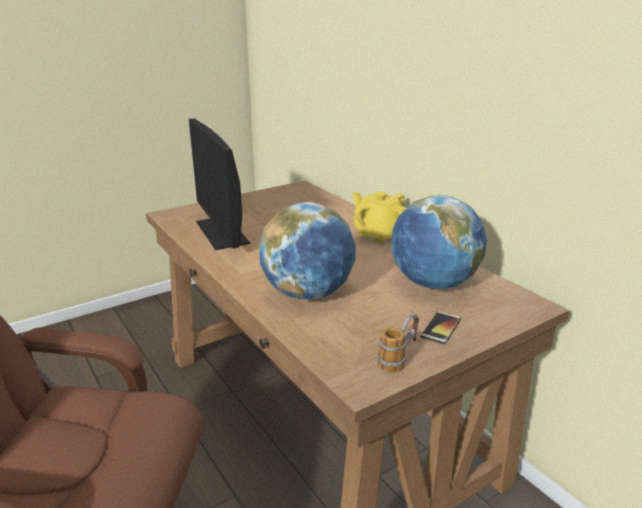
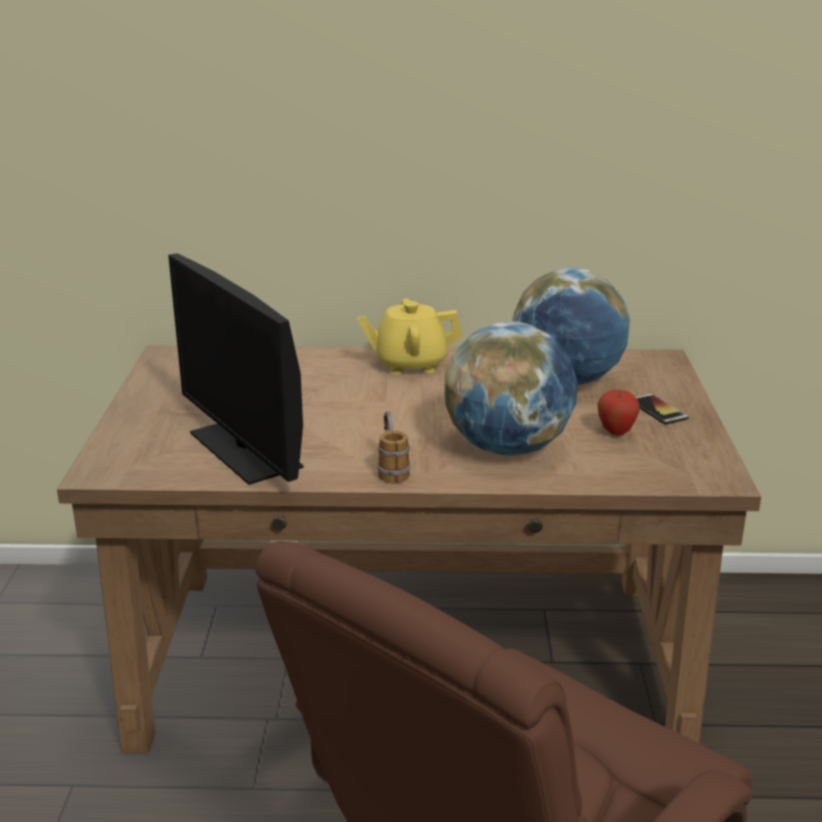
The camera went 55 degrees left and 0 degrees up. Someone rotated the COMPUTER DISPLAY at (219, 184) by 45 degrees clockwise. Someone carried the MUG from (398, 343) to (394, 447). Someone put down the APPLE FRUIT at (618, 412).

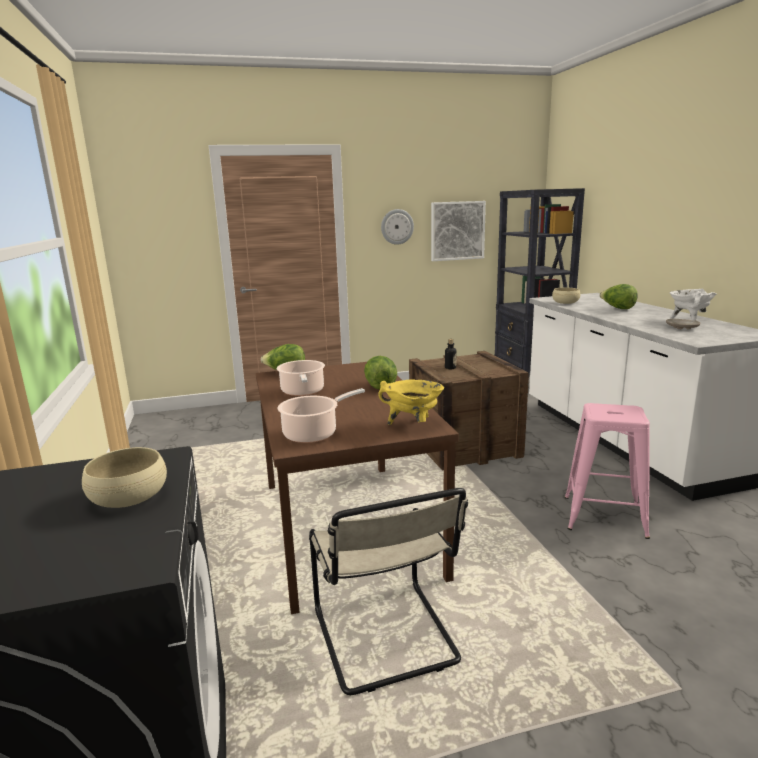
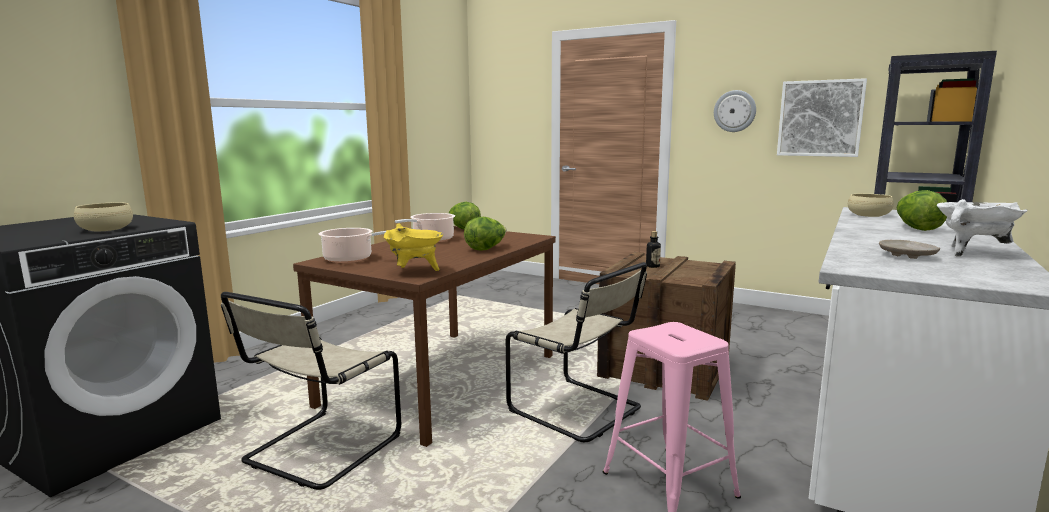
The camera went 45 degrees right and 5 degrees down. Someone put down the BEIGE-COLOURED CHAIR at (576, 352).

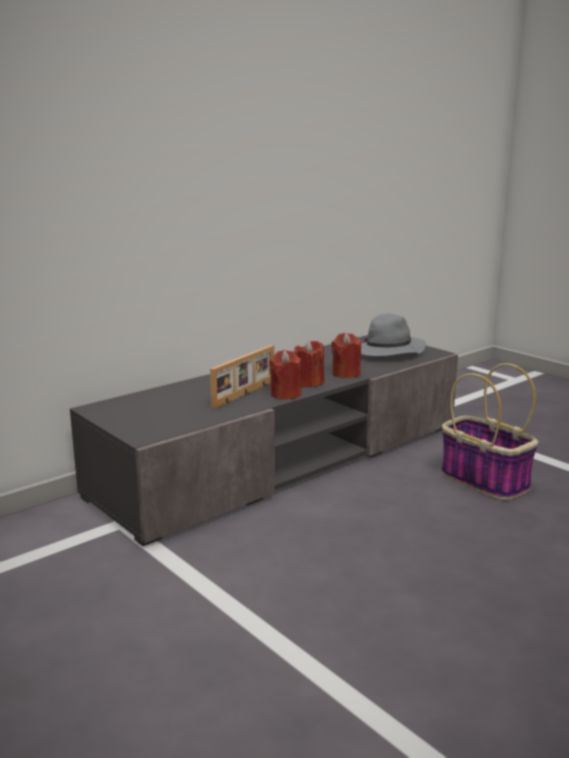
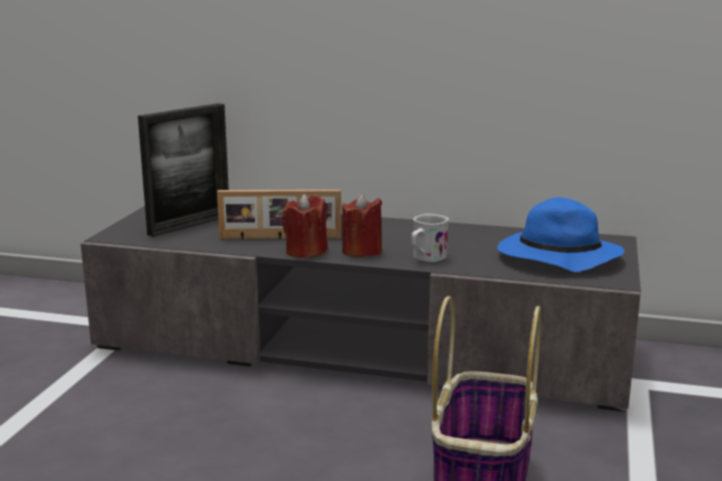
The camera went 55 degrees right and 0 degrees up. Someone put down the STANDING FRAME at (183, 170). Someone swapped the RED WAX CANDLE at (346, 355) for the WHITE MUG at (430, 238). Someone repainted the GREY HAT at (393, 334), which became the BLUE HAT at (560, 234).

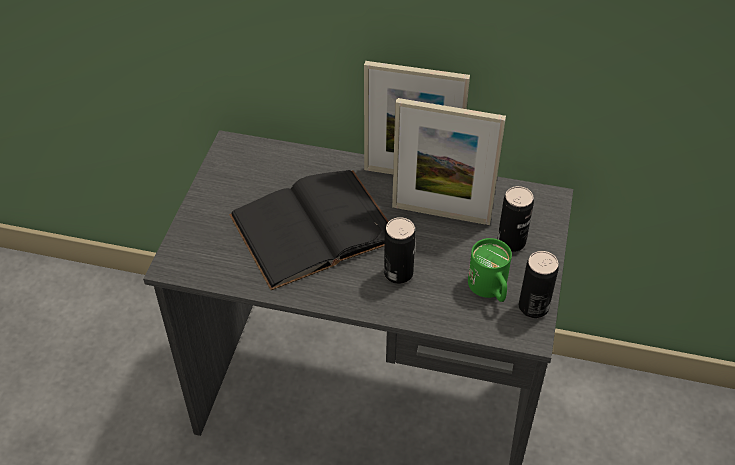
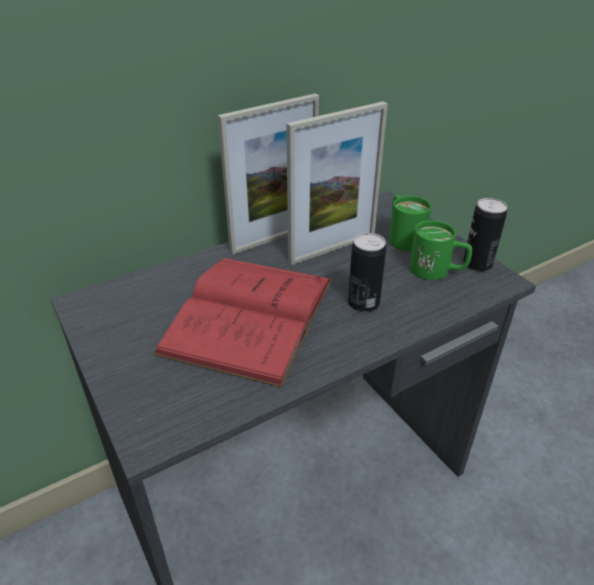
The camera went 45 degrees left and 10 degrees down. Someone repainted the BLACK-COLOURED BOOK at (309, 230), which became the RED BOOK at (242, 323). Someone swapped the CAN at (515, 219) for the GREEN-COLOURED MUG at (410, 223).

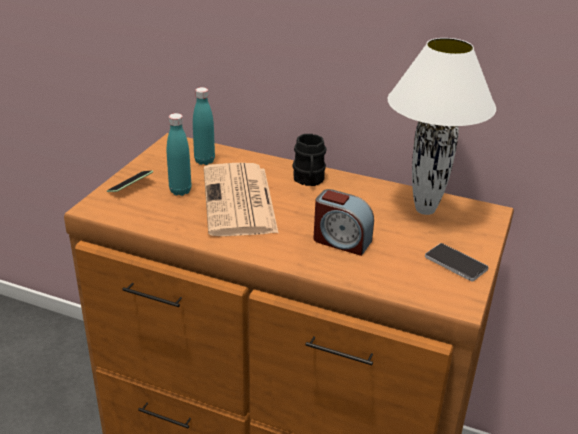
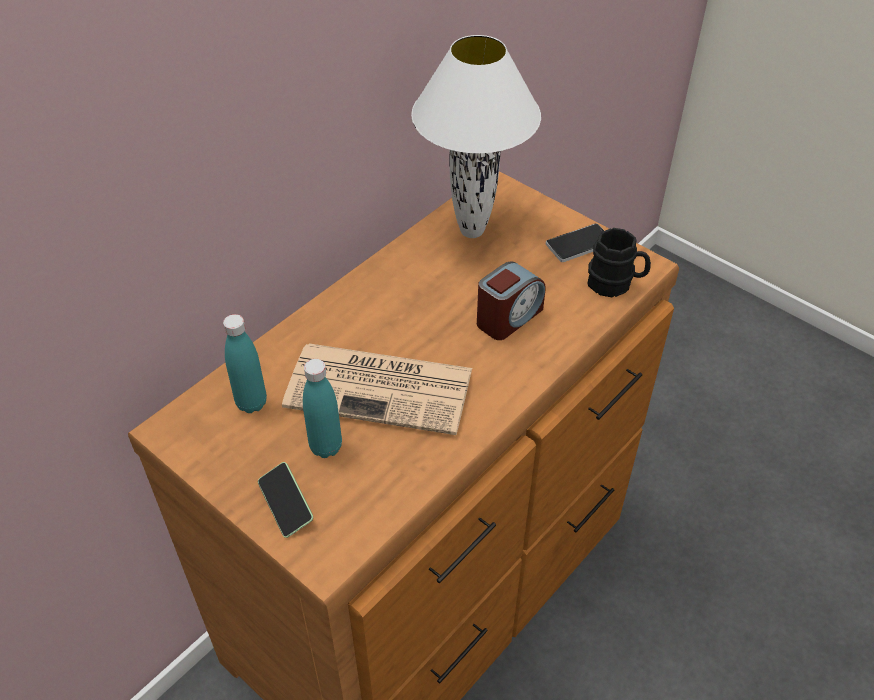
The camera went 70 degrees left and 15 degrees up. Someone carried the BLACK-COLOURED MUG from (309, 160) to (619, 262).

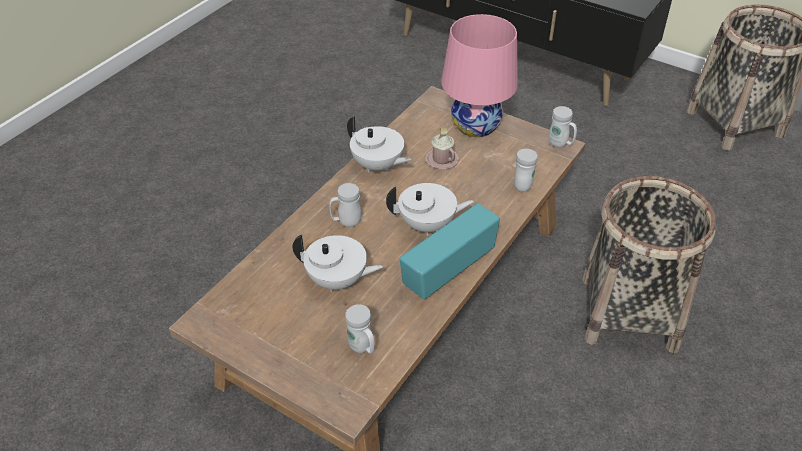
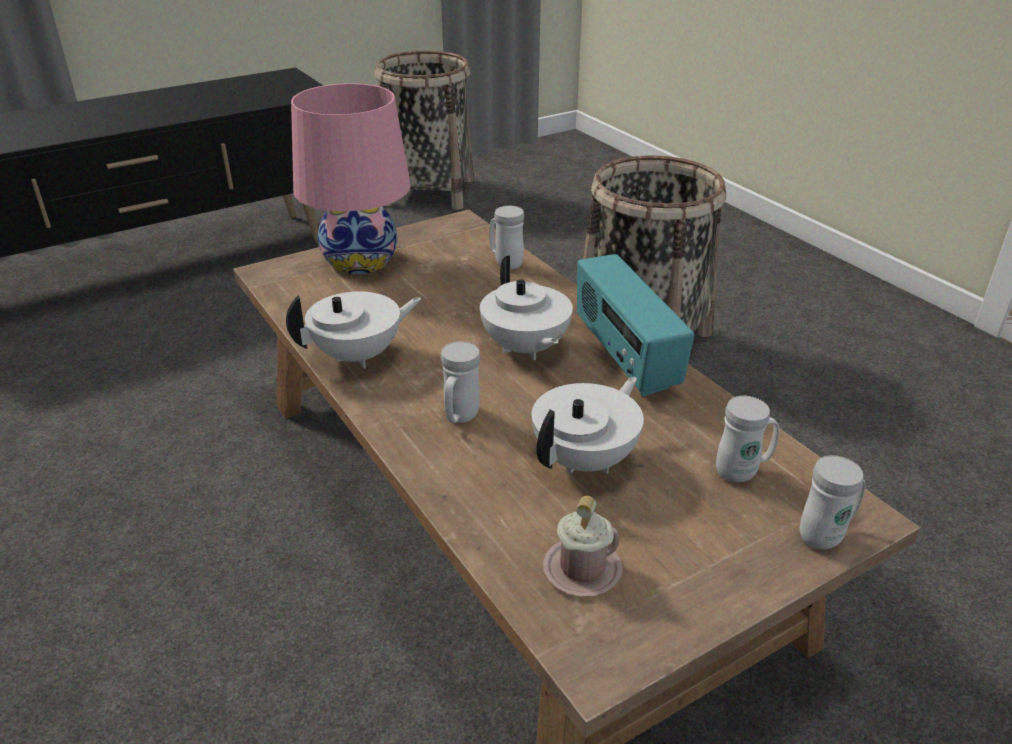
The camera went 65 degrees left and 10 degrees down. Someone rotated the WHITE TEA POT at (430, 209) by 135 degrees clockwise. Someone carried the PINK-COLOURED MUG from (442, 148) to (583, 546). Someone carried the WHITE MUG from (562, 126) to (833, 502).

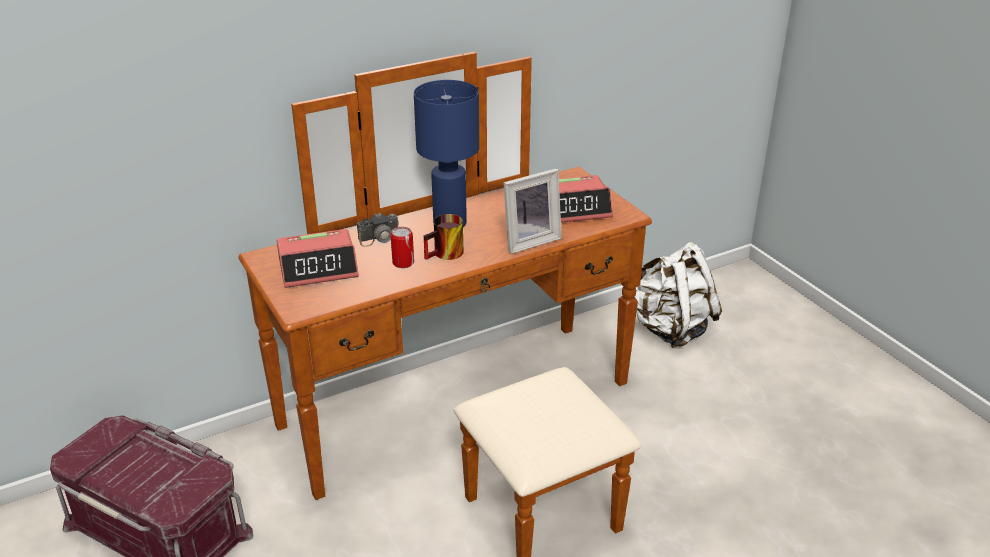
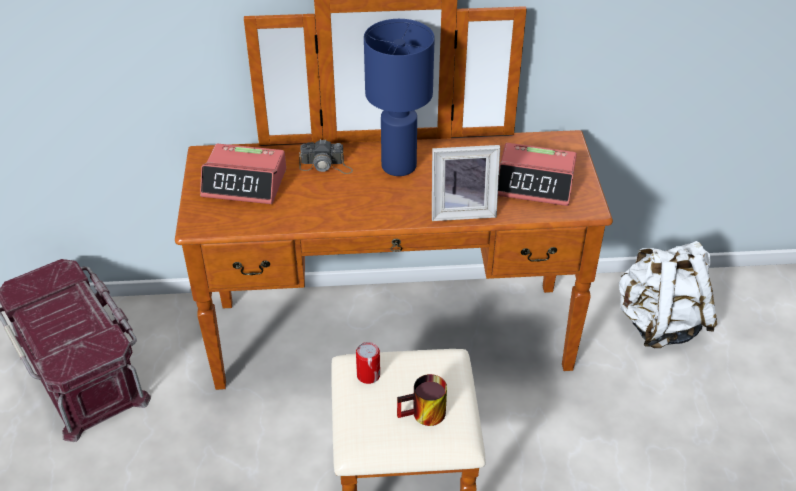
The camera went 25 degrees right and 10 degrees up. Someone carried the CAN from (402, 247) to (368, 363). Someone carried the MUG from (443, 237) to (422, 400).

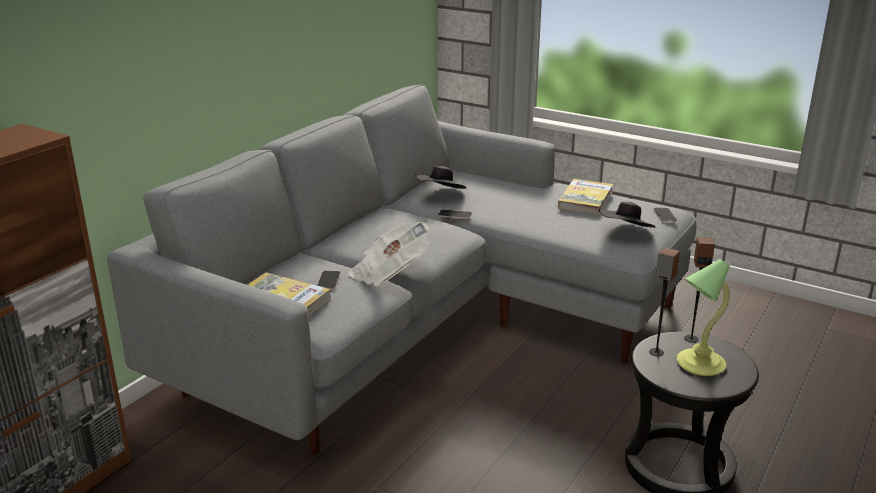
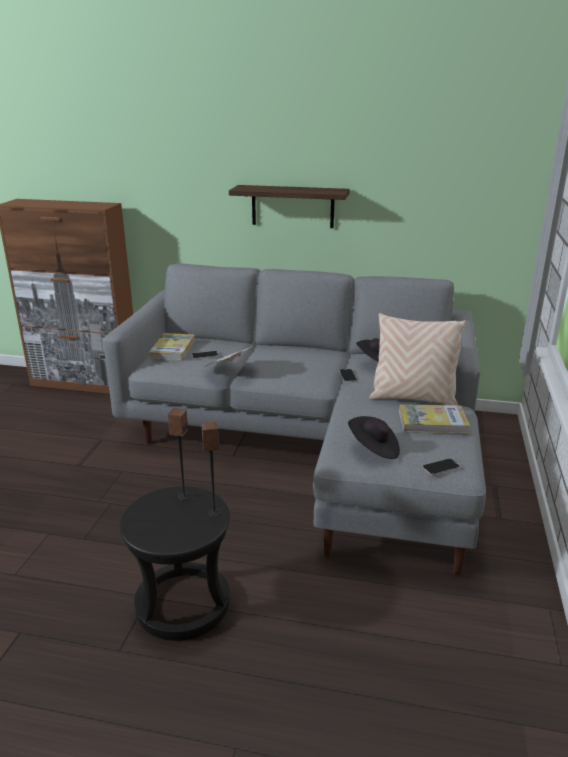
The camera went 70 degrees right and 0 degrees up. Someone put up the WALL SHELF at (289, 206). Someone put down the BEIGE-COLOURED THROW PILLOW at (417, 359). Someone took away the LAMP FOR A TABLE at (703, 317).

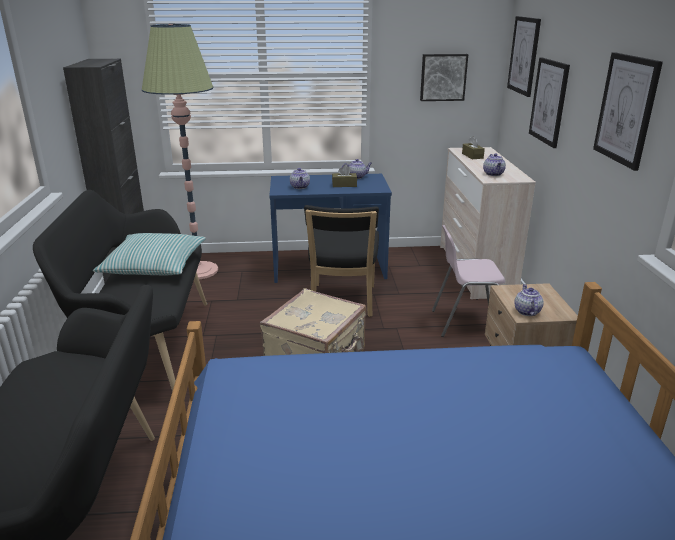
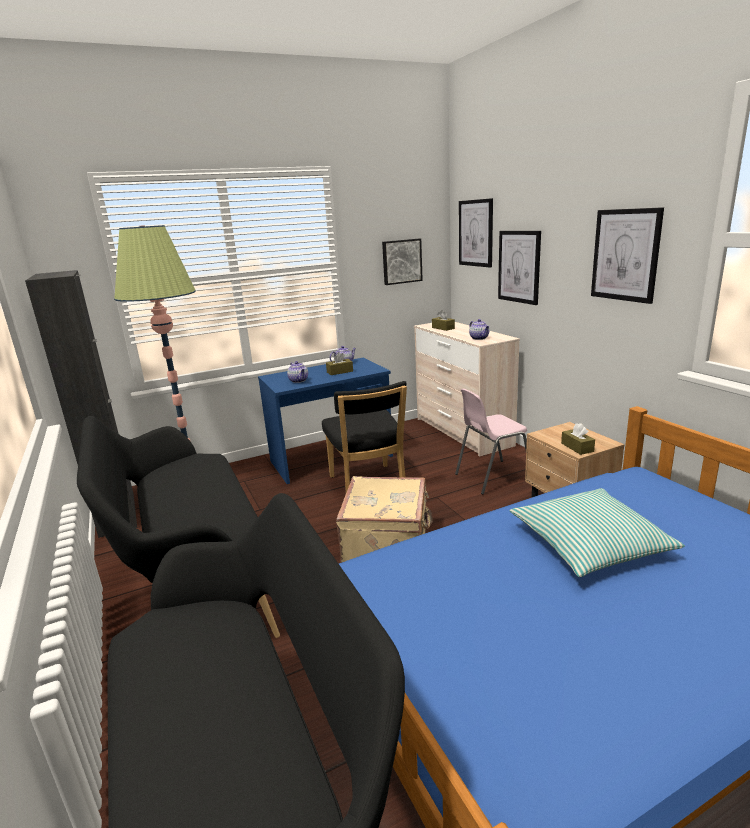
The camera went 20 degrees left and 5 degrees down. Someone carried the THROW PILLOW from (149, 254) to (597, 532). Someone swapped the TEA POT at (529, 300) for the BROWN-COLOURED BOX OF TISSUES at (578, 439).

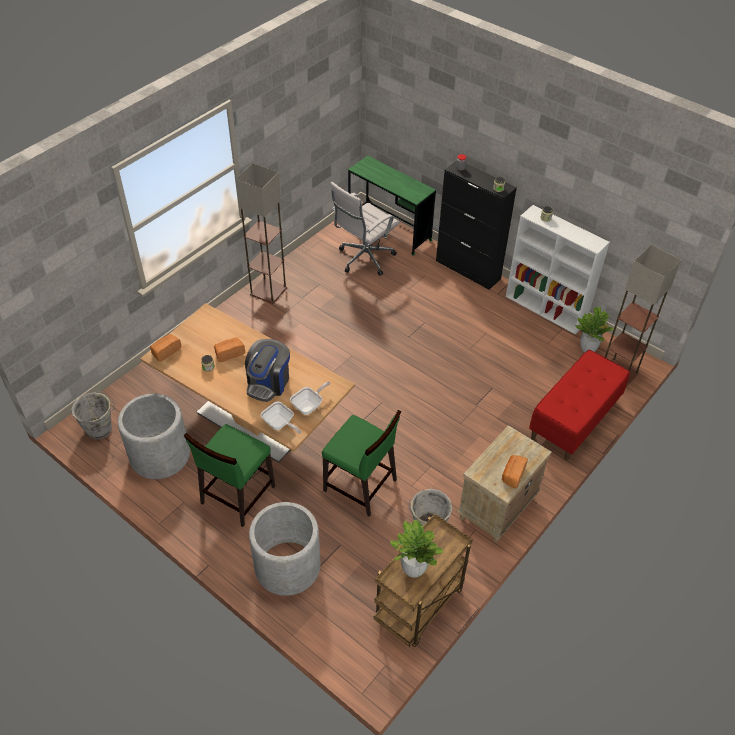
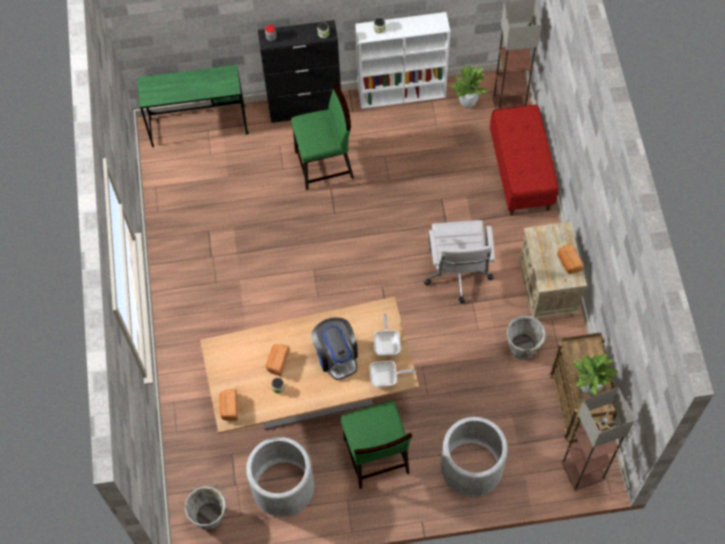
The camera went 45 degrees left and 15 degrees up. Someone carried the GREEN-COLOURED CHAIR from (361, 463) to (322, 137). Someone carried the WHITE DESK CHAIR from (365, 229) to (459, 262). Someone carried the FLOOR LAMP from (261, 233) to (598, 439).

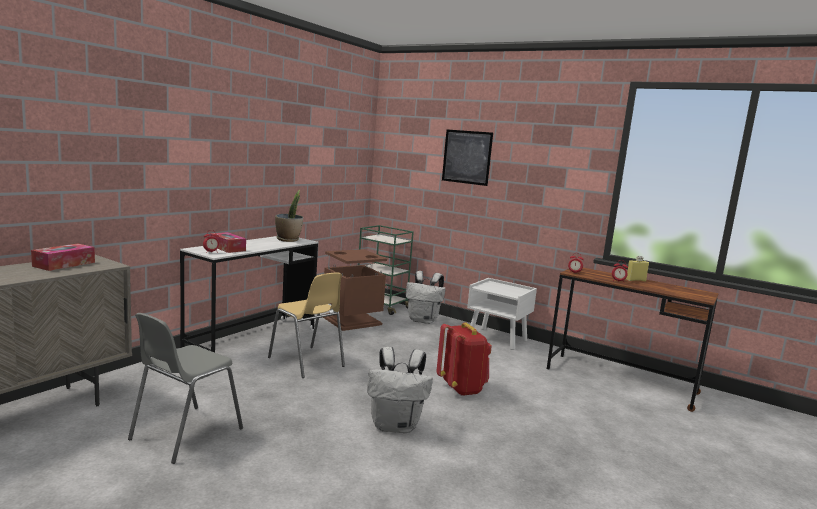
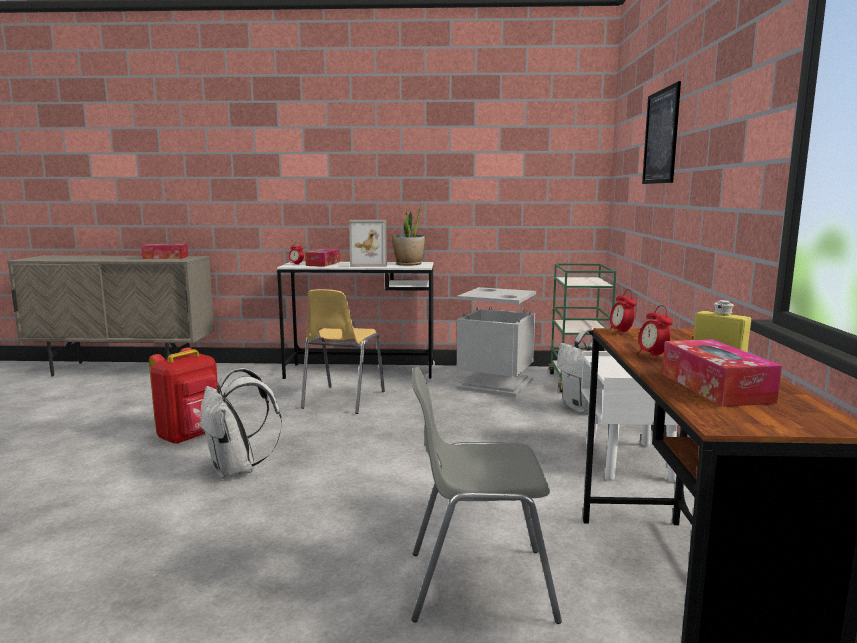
The camera went 60 degrees right and 0 degrees up. Someone carried the RED RUCKSACK from (464, 359) to (183, 395). Someone put down the STANDING FRAME at (368, 243). Someone carried the GREY CHAIR from (185, 388) to (486, 495). Someone repainted the BROWN-COLOURED WASTE BIN at (354, 290), which became the GREY WASTE BIN at (496, 342). Someone put down the BOX OF TISSUES at (722, 373).

